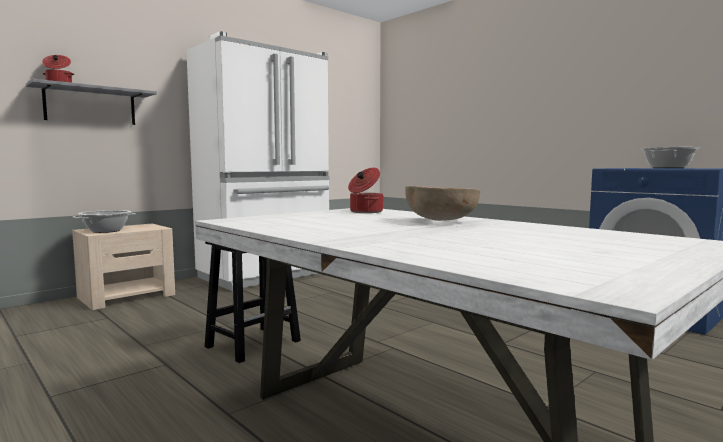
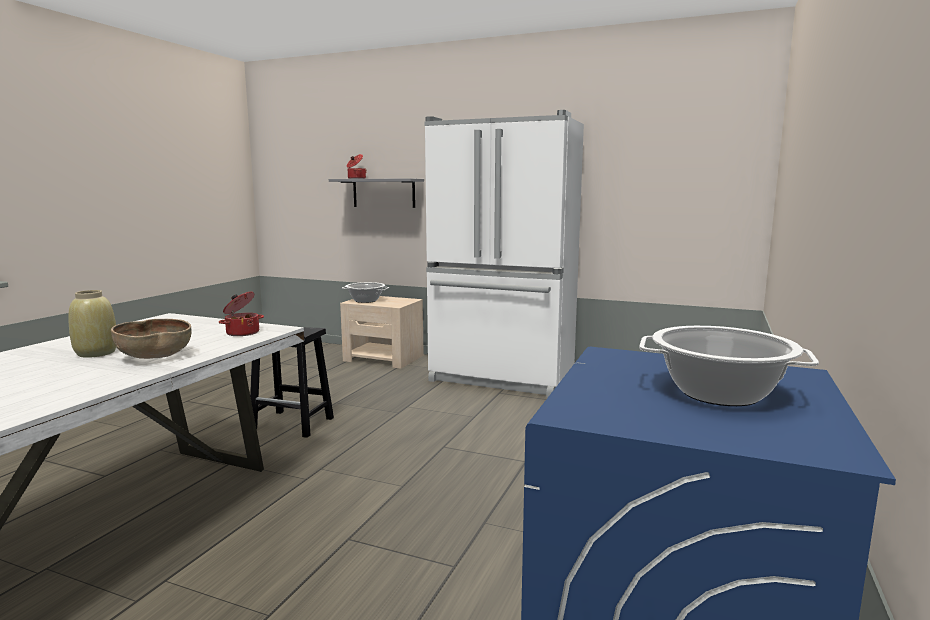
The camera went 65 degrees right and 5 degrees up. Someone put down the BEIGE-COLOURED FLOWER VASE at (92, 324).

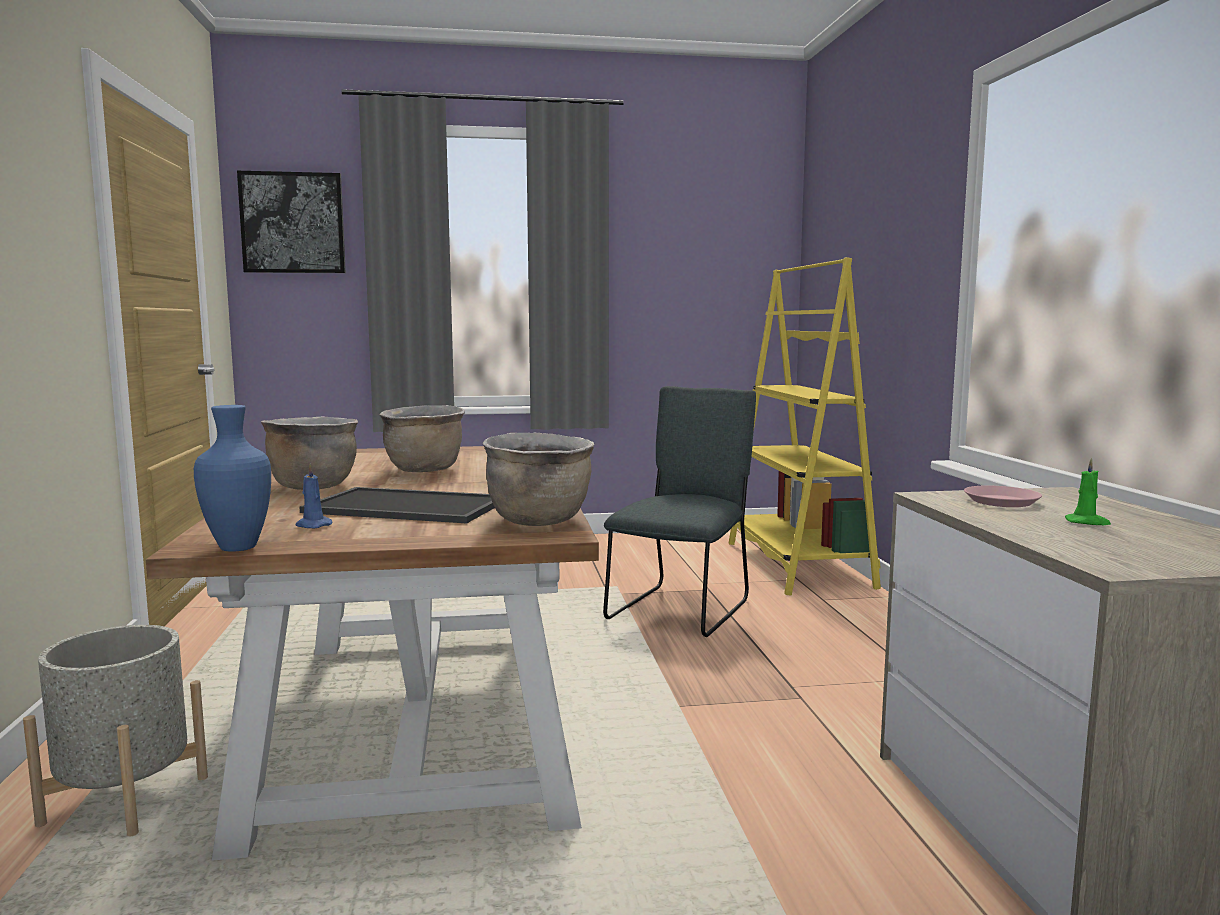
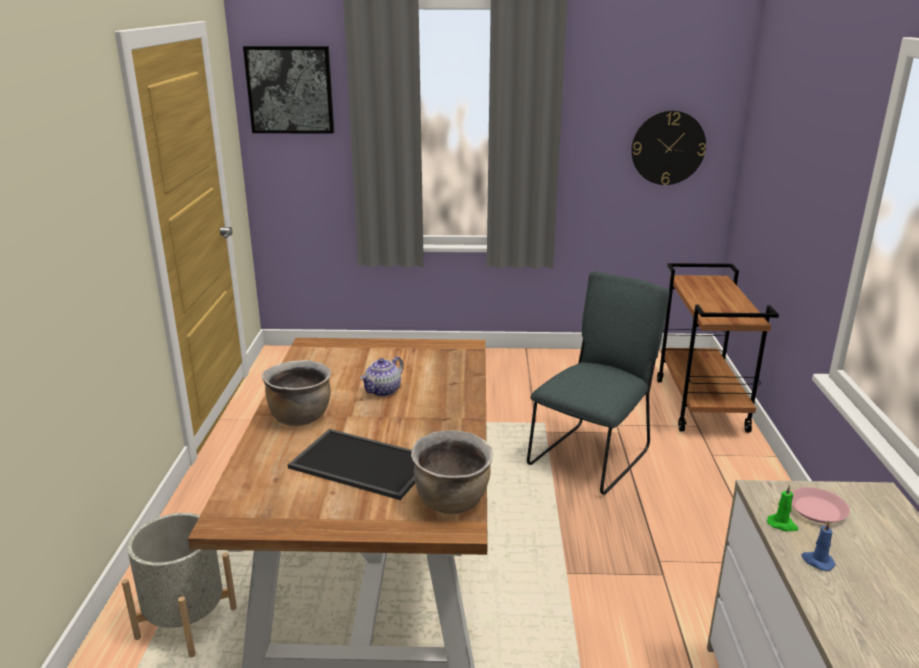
The camera went 10 degrees right and 15 degrees up. Someone swapped the BROWN-COLOURED SAUCEPOT at (422, 438) for the TEA POT at (381, 376). Someone put up the WALL CLOCK at (668, 148). Someone swapped the YELLOW-COLOURED BOOKCASE at (805, 426) for the BROWN-COLOURED TROLLEY at (718, 348). Someone carried the GREEN-COLOURED WAX CANDLE from (1088, 491) to (782, 508). Someone carried the BLUE WAX CANDLE from (313, 495) to (819, 546). Someone took away the BLUE FLOWER VASE at (232, 478).

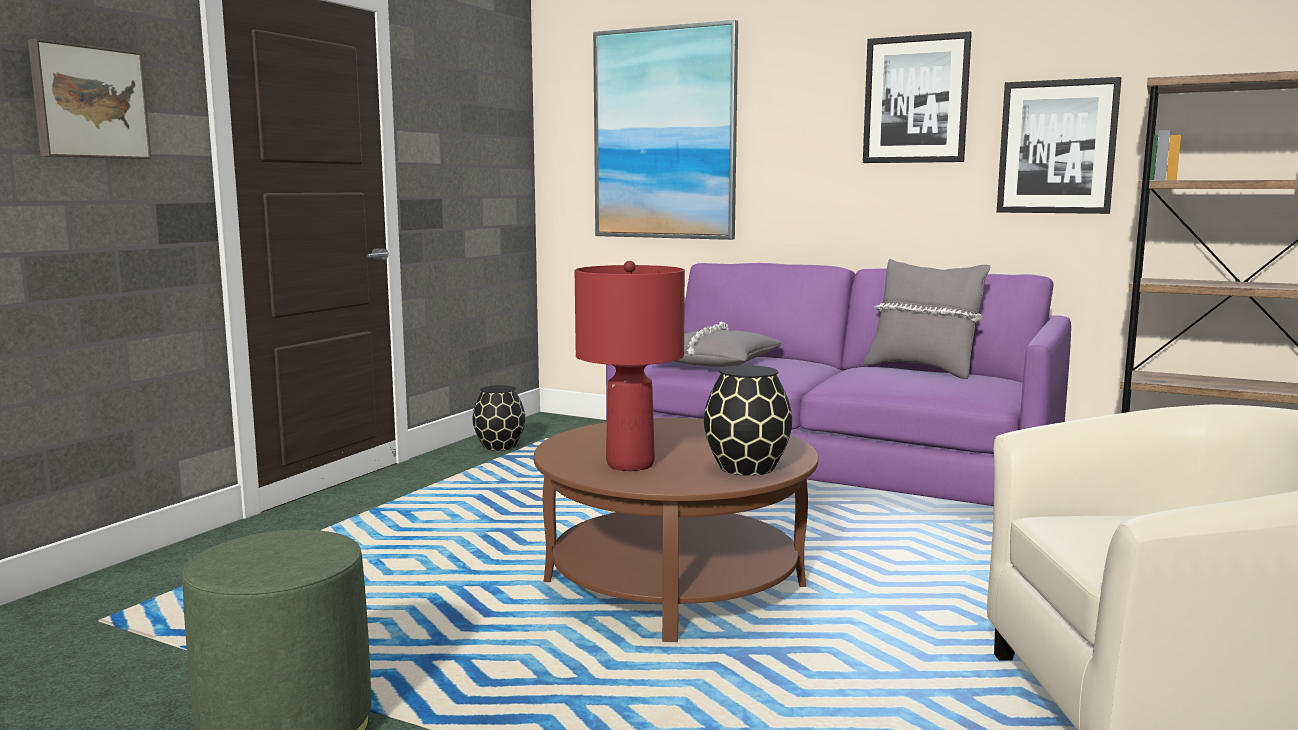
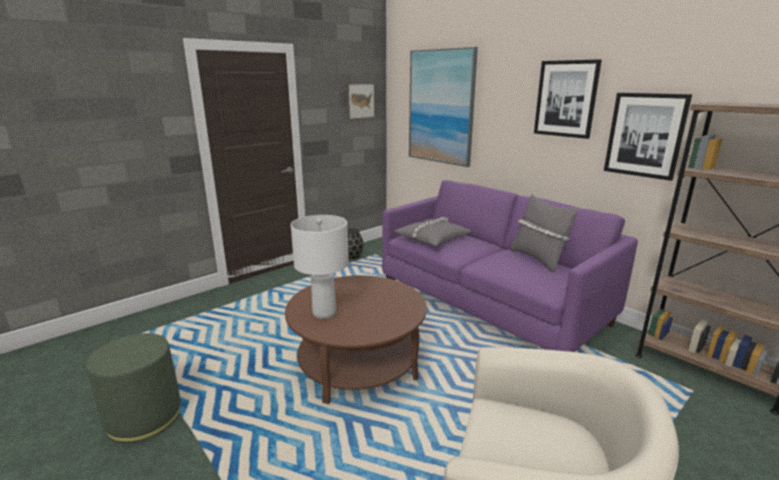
The camera went 20 degrees right and 10 degrees up. Someone repainted the RED LAMP FOR A TABLE at (630, 366), which became the WHITE LAMP FOR A TABLE at (320, 267). Someone carried the WALL PICTURE from (89, 99) to (360, 101). Someone took away the BLACK-COLOURED FLOWER VASE at (748, 420).

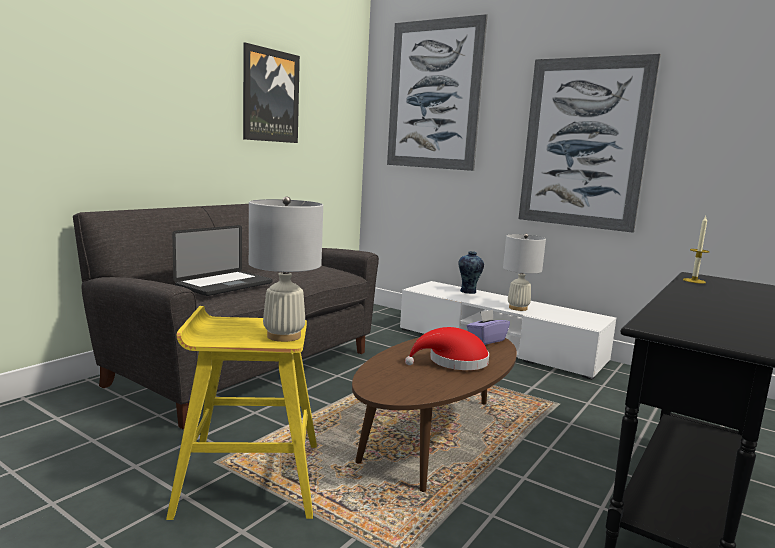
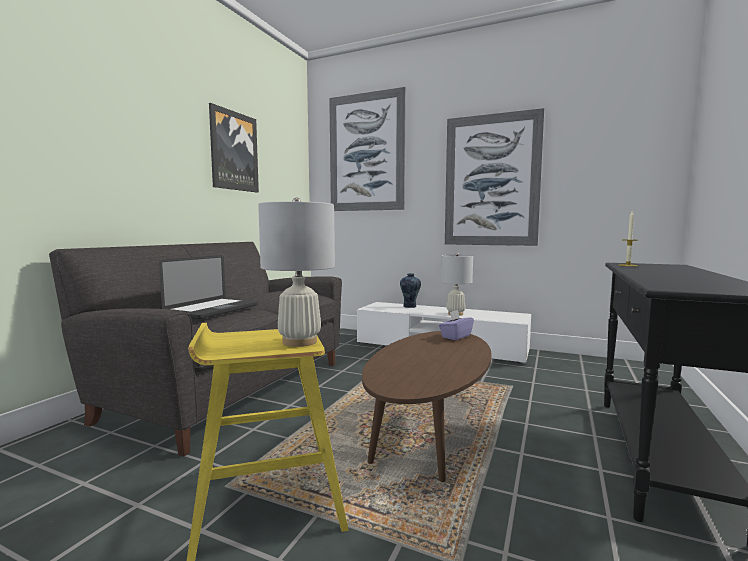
The camera went 10 degrees left and 5 degrees down. Someone took away the RED HAT at (447, 348).

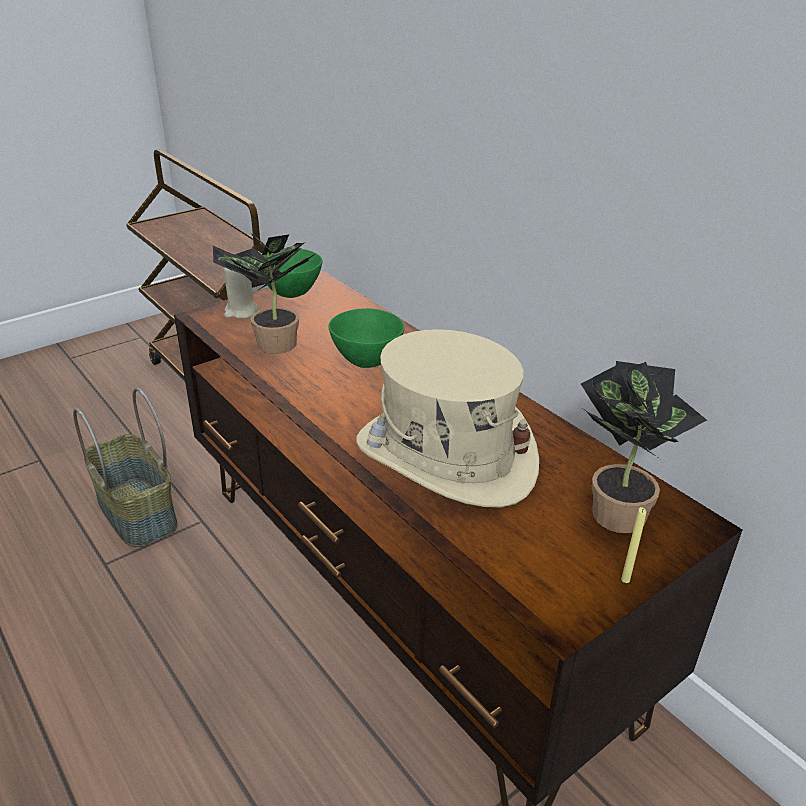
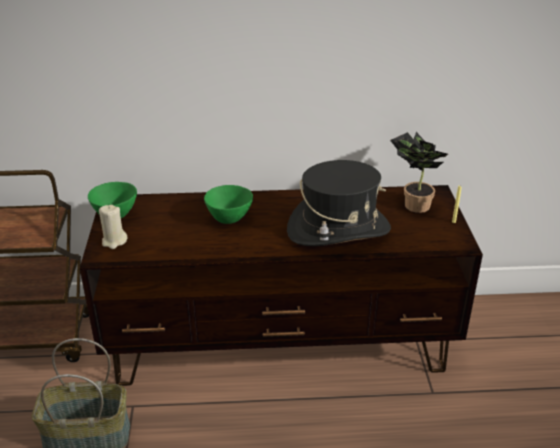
The camera went 55 degrees left and 0 degrees up. Someone repainted the BEIGE-COLOURED HAT at (448, 418), which became the BLACK-COLOURED HAT at (339, 203). Someone took away the PLANT IN A POT at (265, 293).

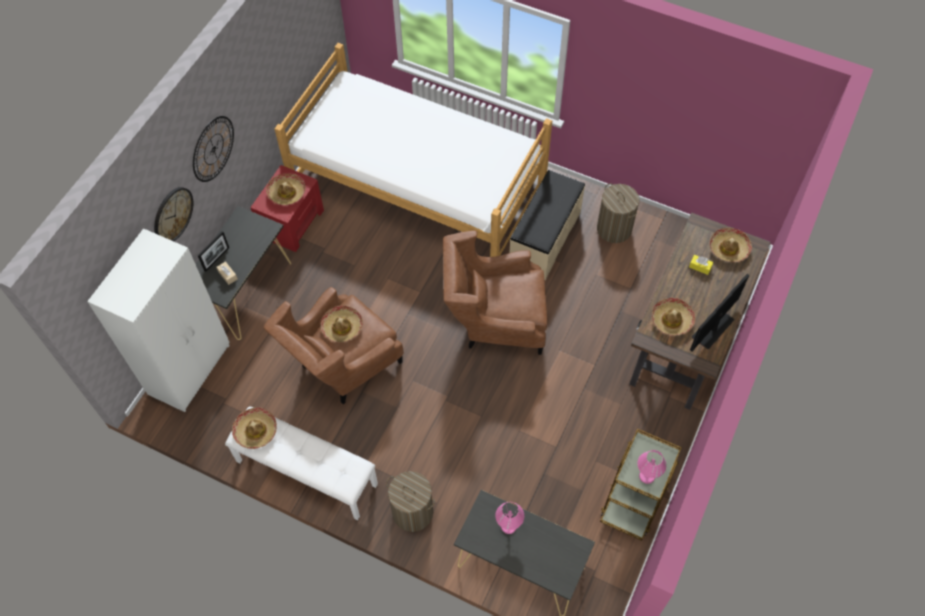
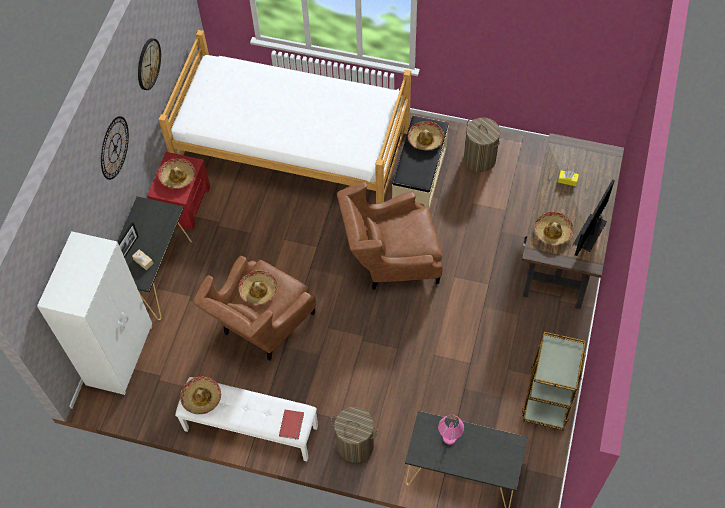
The camera went 10 degrees left and 0 degrees up. Someone carried the WALL CLOCK from (173, 214) to (149, 64). Someone put down the RED BOOK at (291, 425). Someone carried the HAT from (731, 245) to (426, 135). Someone took away the PINK-COLOURED LAMP FOR A TABLE at (652, 467).

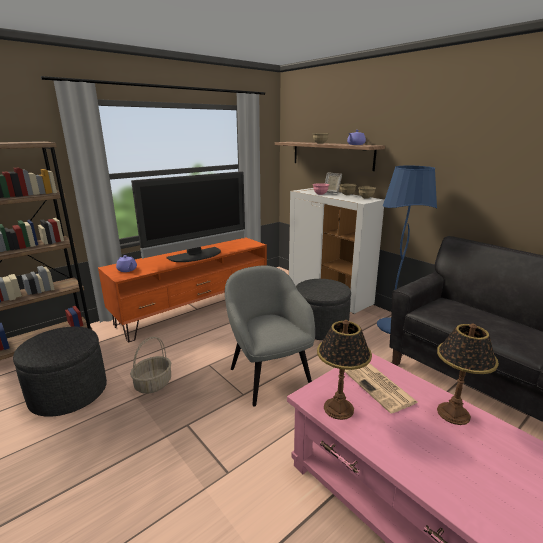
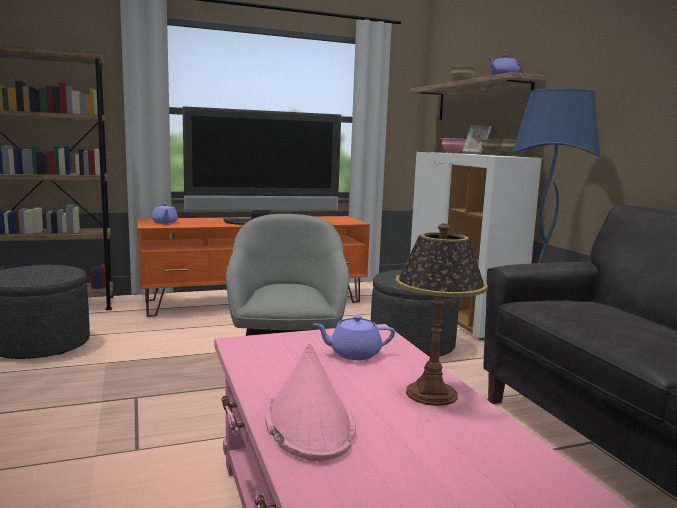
The camera went 20 degrees right and 10 degrees down. Someone put down the PINK-COLOURED HAT at (310, 402). Someone swapped the DAILY PAPER at (382, 388) for the PURPLE-COLOURED TEA POT at (354, 337). Someone took away the HOUSEHOLD BASKET at (150, 365). Someone took away the LAMP FOR A TABLE at (344, 370).

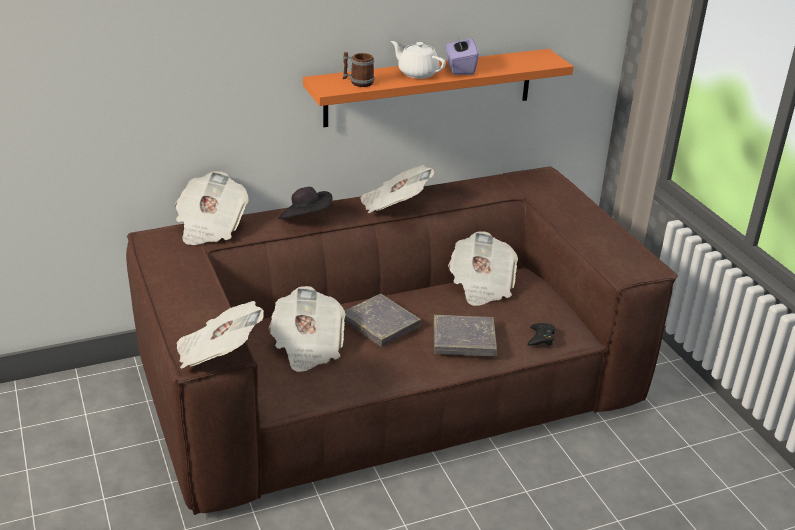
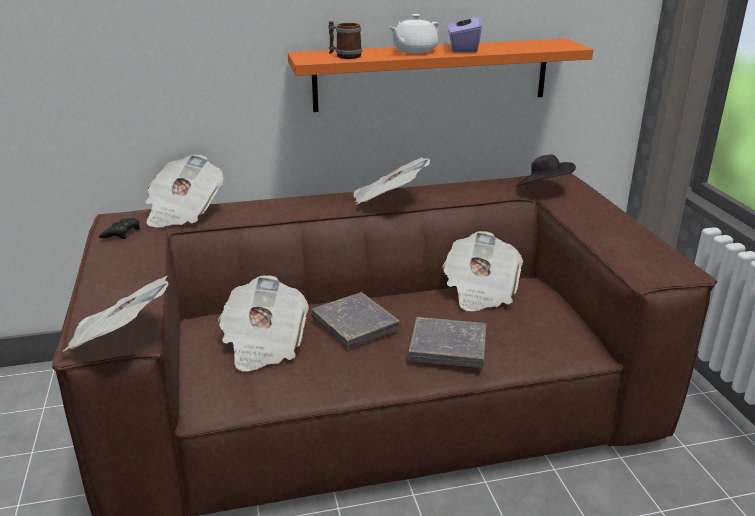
The camera went 10 degrees right and 5 degrees down. Someone carried the BLACK-COLOURED GAME CONTROLLER from (541, 334) to (119, 228). Someone rotated the WHITE TEA POT at (418, 60) by 90 degrees counterclockwise. Someone carried the BLACK-COLOURED HAT from (306, 203) to (546, 170).

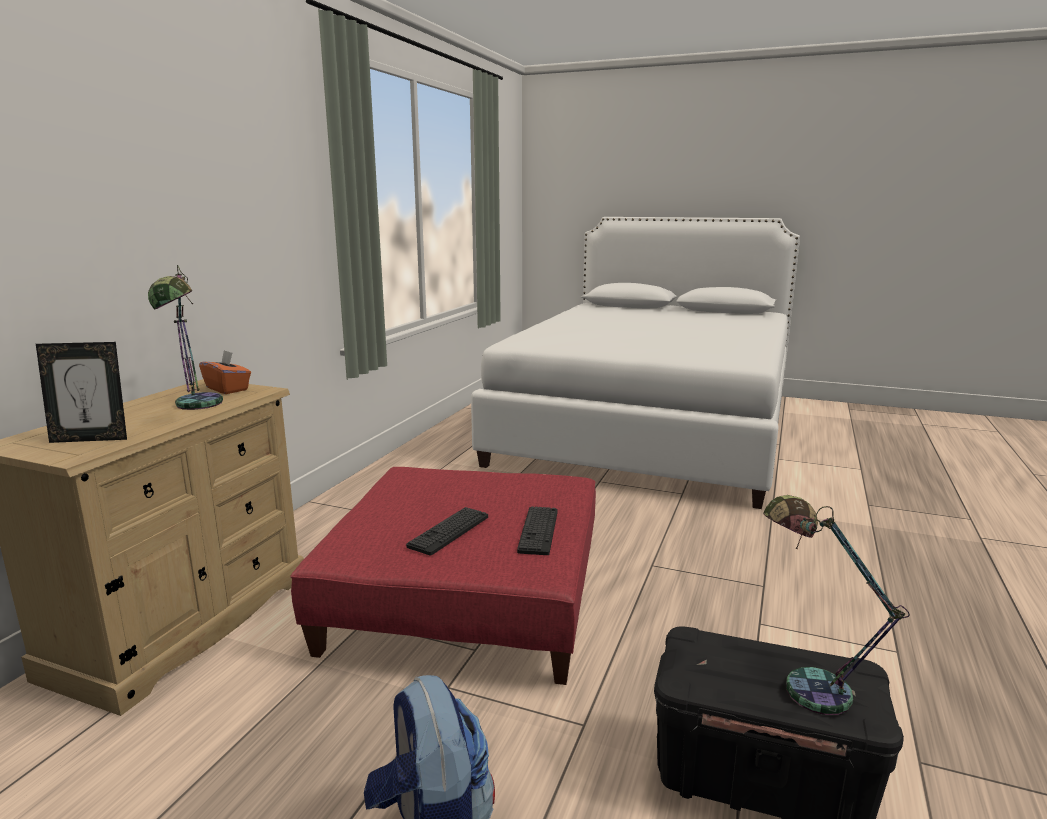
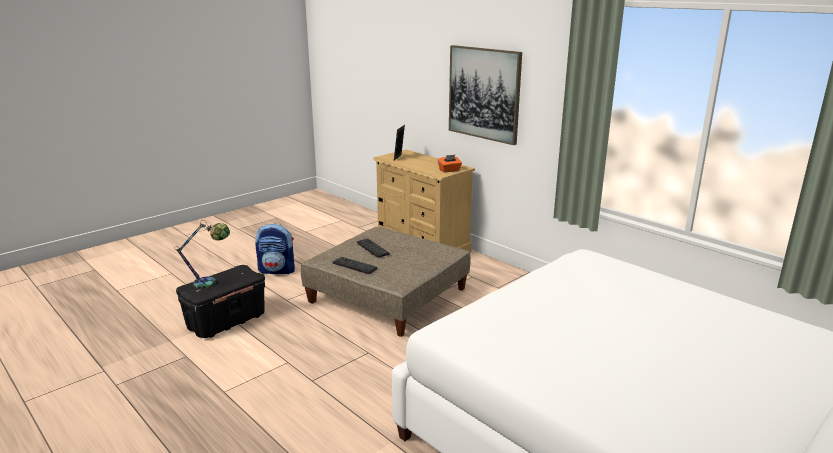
The camera went 115 degrees right and 5 degrees up. Someone repainted the RED OTTOMAN at (443, 576), which became the BEIGE-COLOURED OTTOMAN at (386, 282). Someone put up the WALL PICTURE at (485, 95). Someone took away the LAMP FOR A TABLE at (185, 337).

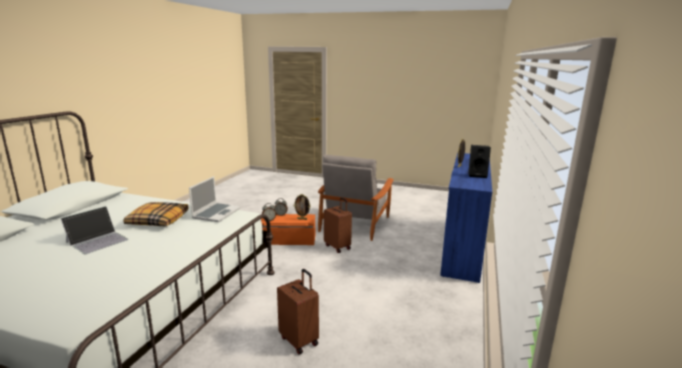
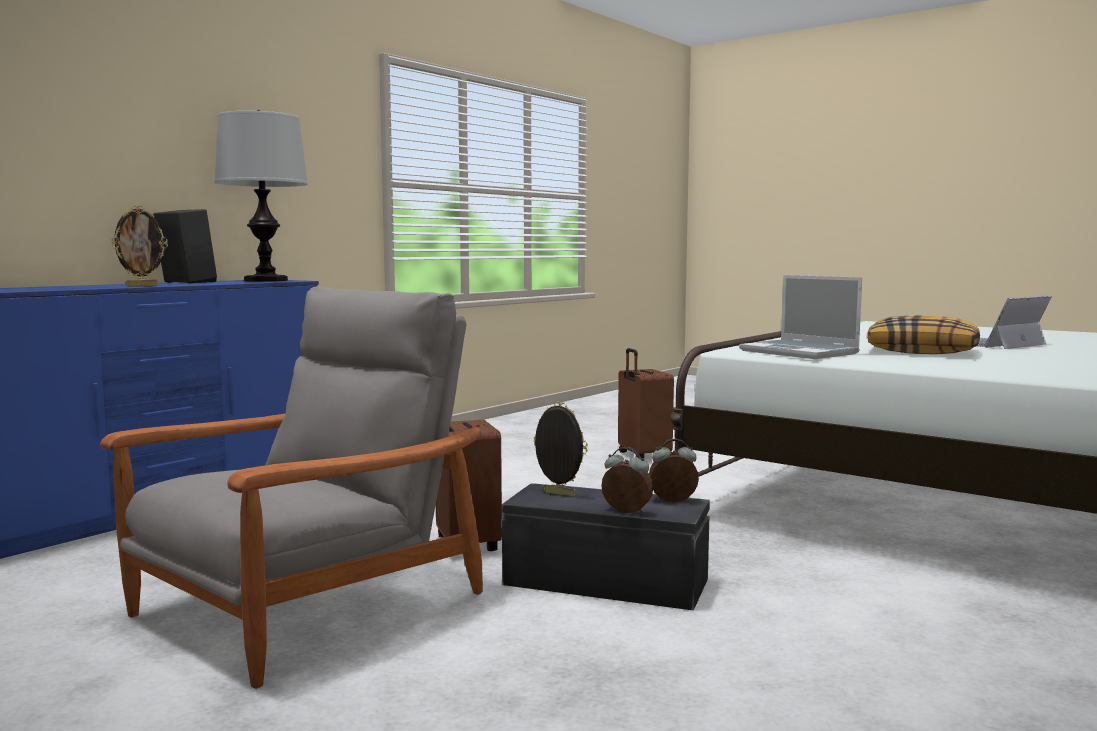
The camera went 160 degrees left and 10 degrees down. Someone put down the LAMP FOR A TABLE at (261, 196). Someone repainted the ORANGEY STORAGE BOX at (288, 229), which became the BLACK-COLOURED STORAGE BOX at (606, 547). Someone rotated the PORTABLE COMPUTER at (215, 199) by 75 degrees counterclockwise.

